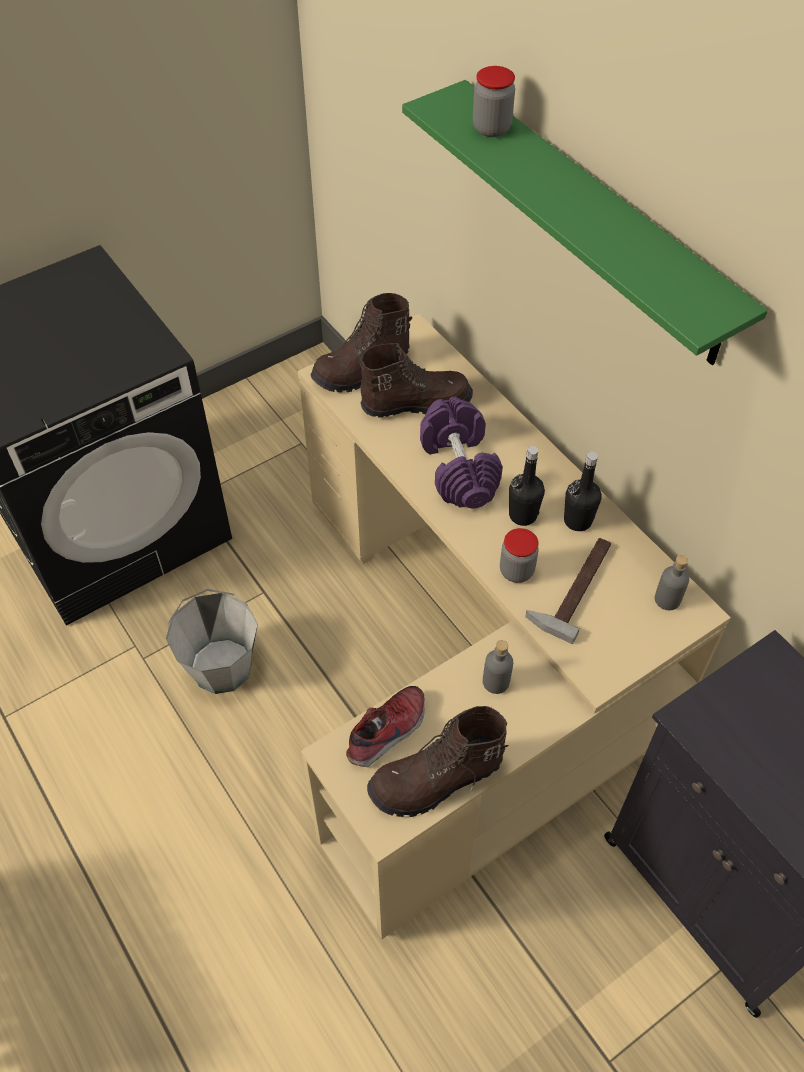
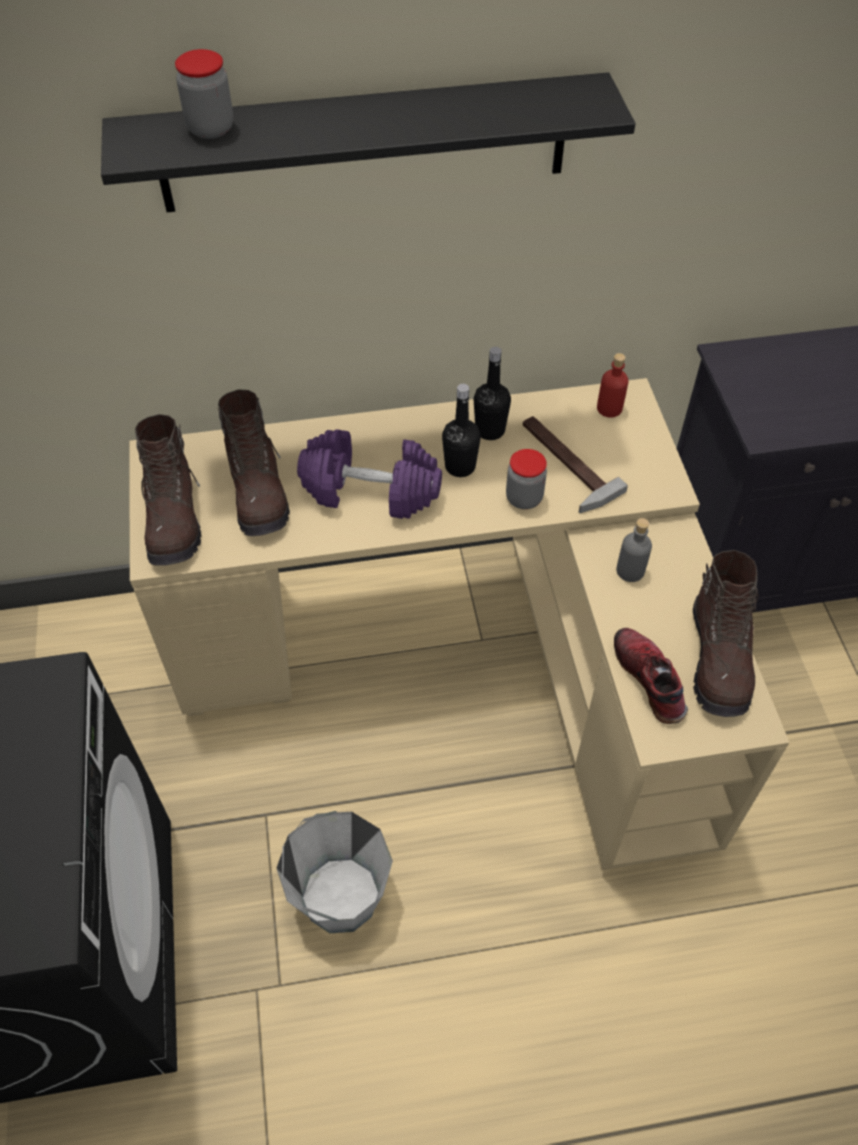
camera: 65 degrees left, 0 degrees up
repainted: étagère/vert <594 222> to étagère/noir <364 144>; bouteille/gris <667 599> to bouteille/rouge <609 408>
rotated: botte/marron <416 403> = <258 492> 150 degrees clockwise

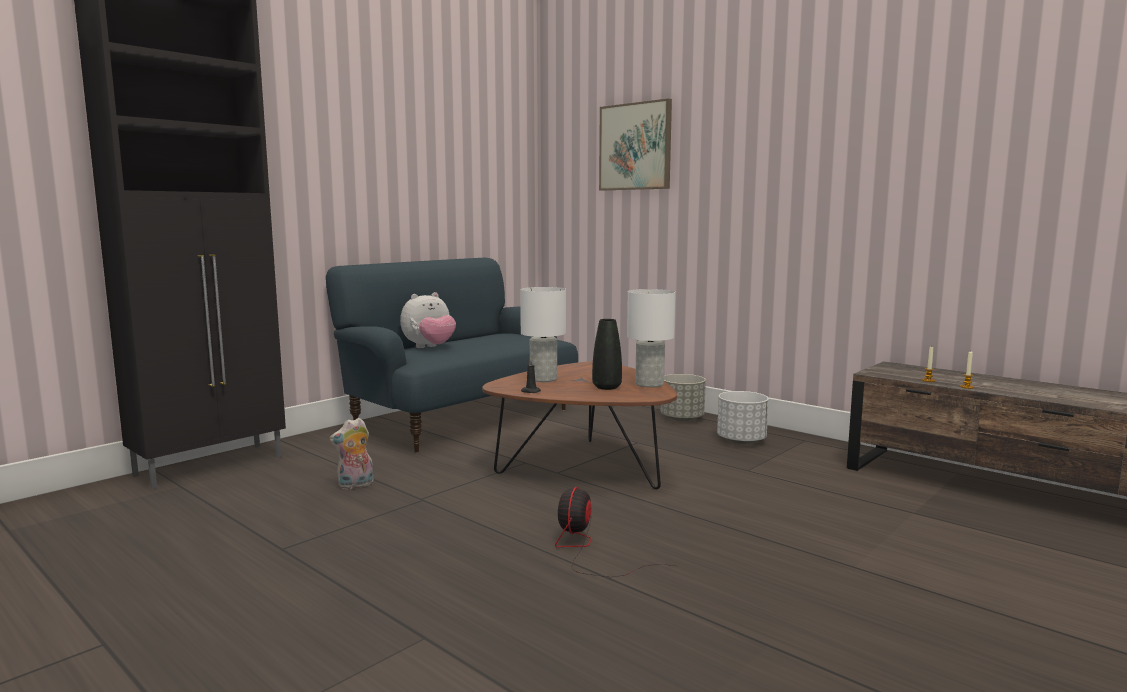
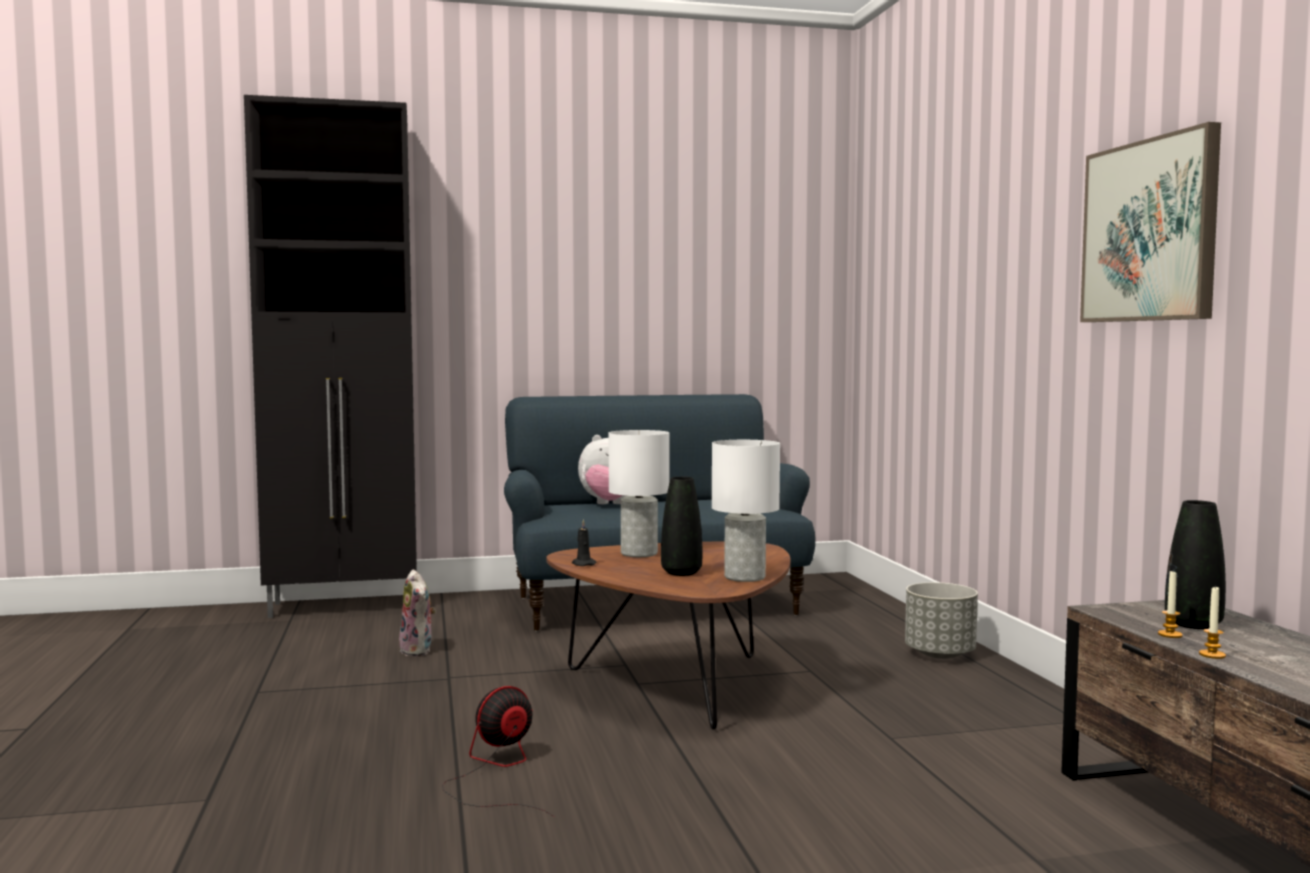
camera: 35 degrees right, 5 degrees down
gone: cache-pot/blanc <741 441>
new: vase/noir <1193 624>
shifted: tableau <635 147> to <1150 231>
rotated: peluche <355 485> = <419 651> 120 degrees counterclockwise

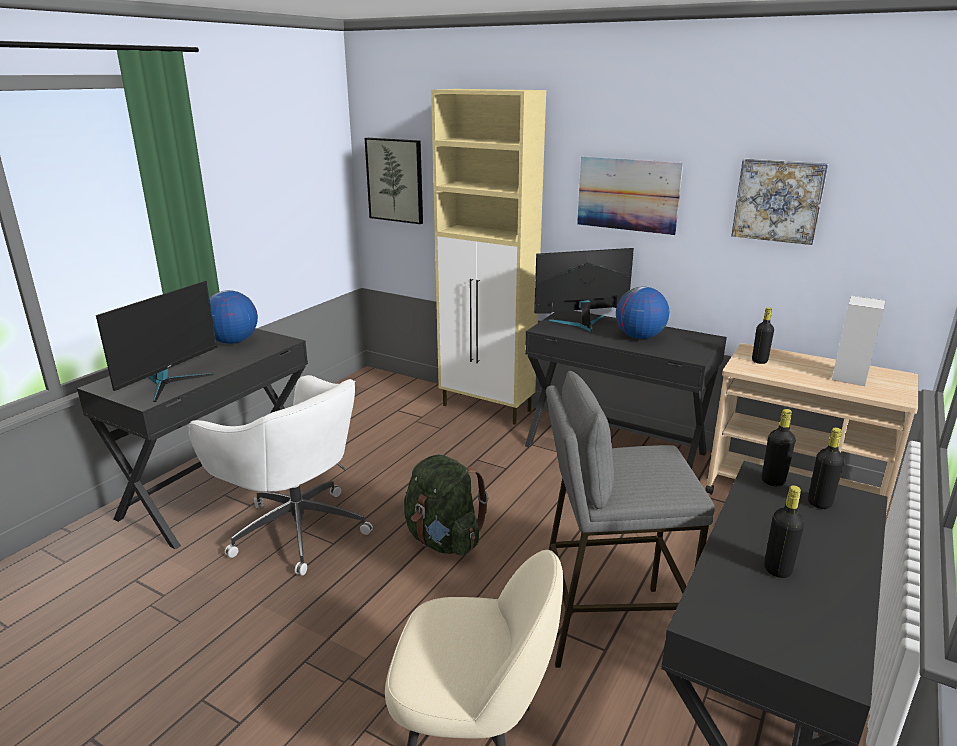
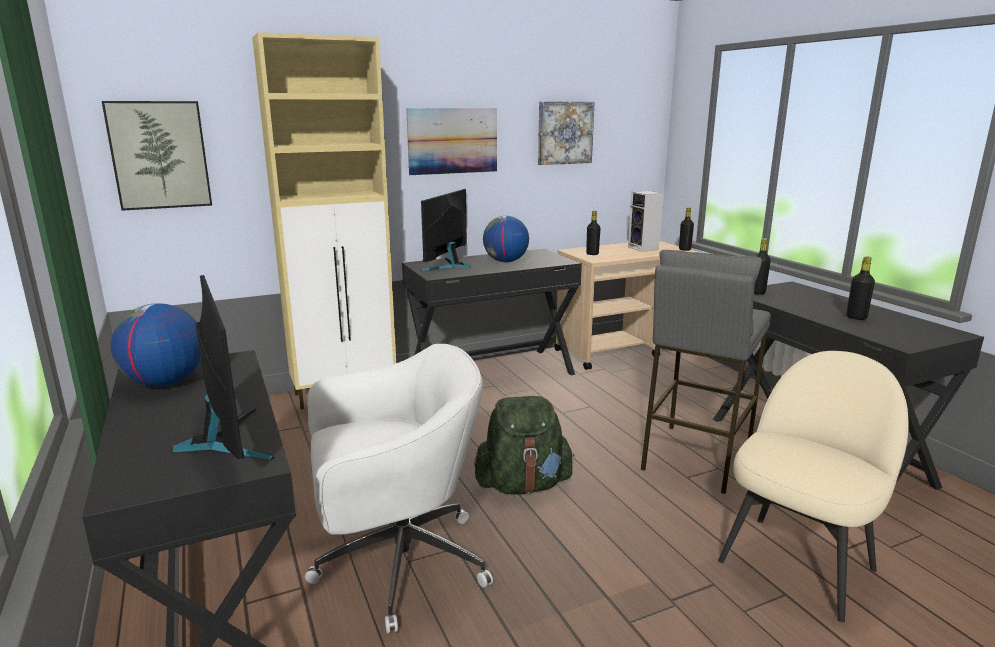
camera: 55 degrees left, 5 degrees down
shifted: bouteille/noir <819 503> to <684 249>

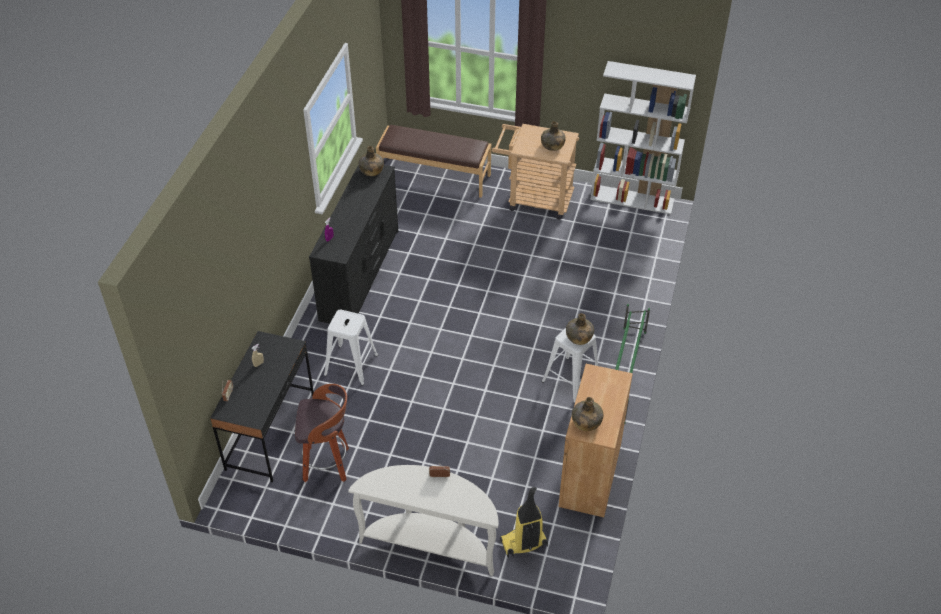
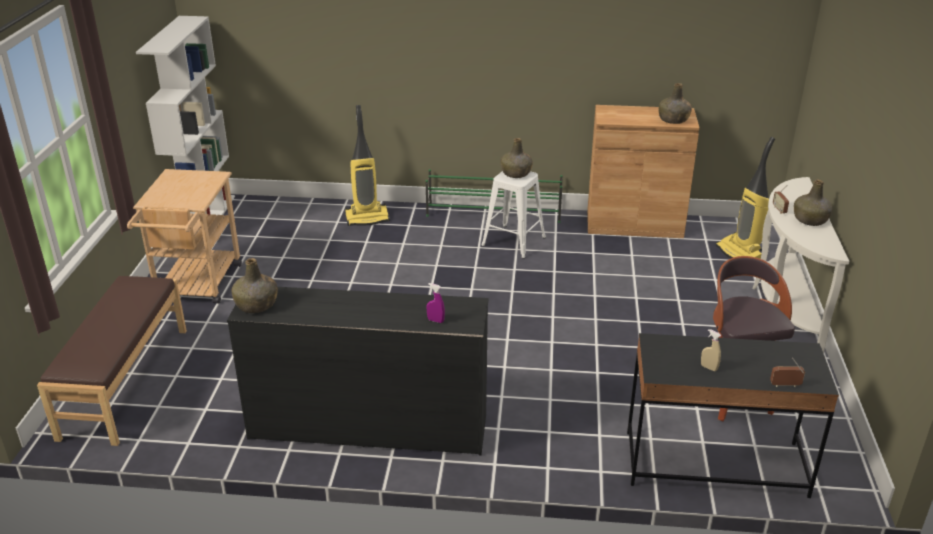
camera: 100 degrees left, 15 degrees down
gone: tabouret/blanc <351 365>
new: aspirateur <367 218>
shifted: bouteille/vert <552 145> to <810 220>

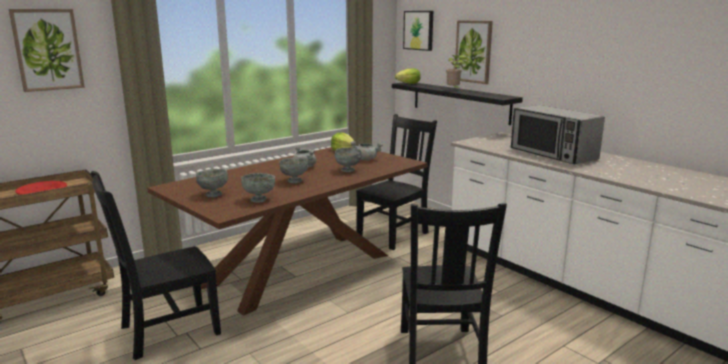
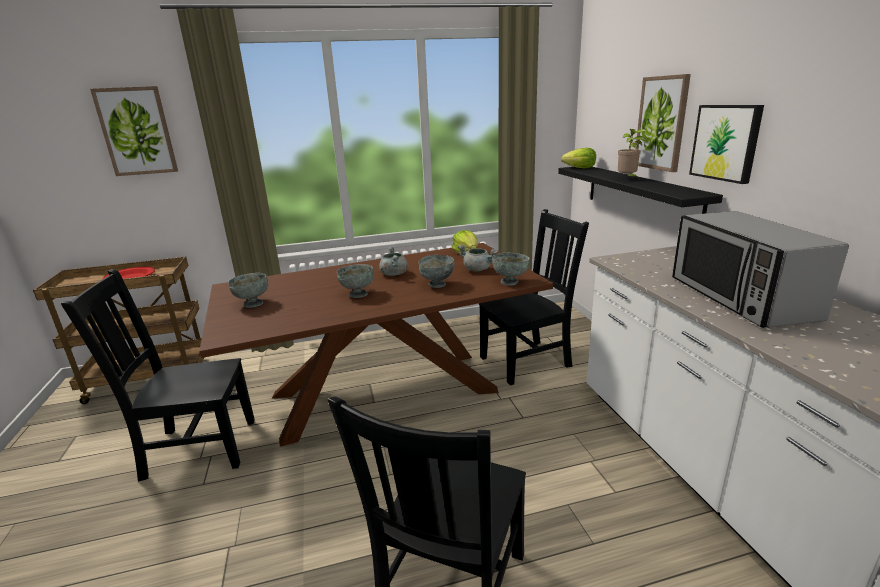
camera: 25 degrees right, 5 degrees up
shifted: tableau <419 30> to <726 142>; bol/gris <259 199> to <510 282>

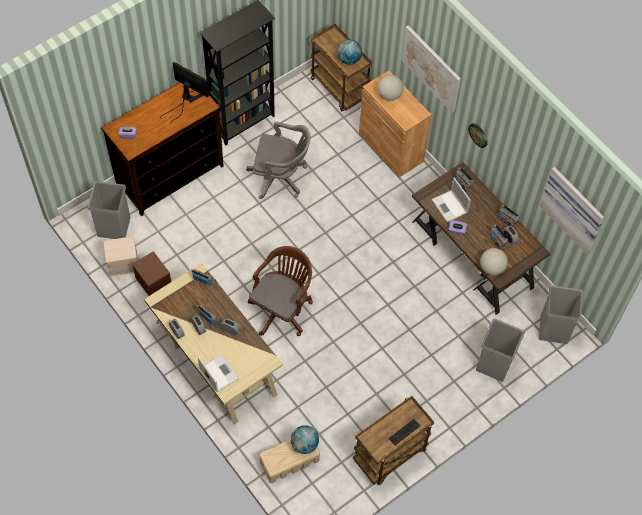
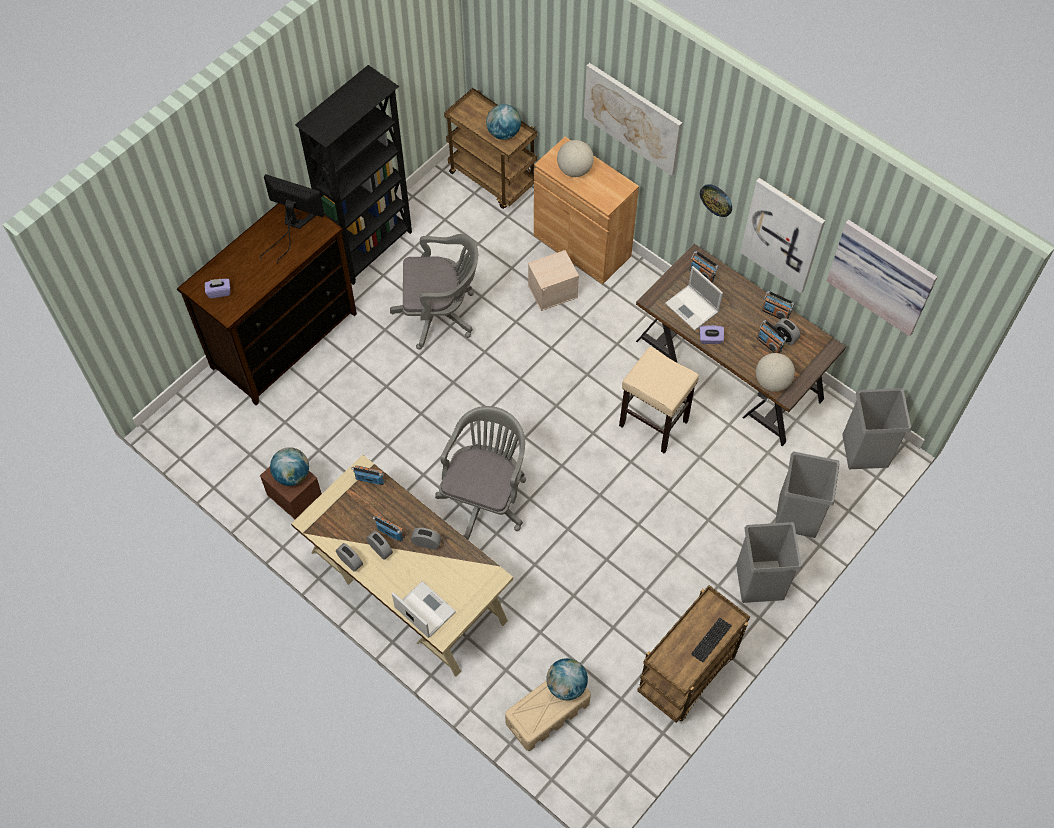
camera: 10 degrees left, 0 degrees up
new: tableau <782 235>; tabouret/beige <652 423>; globe <292 475>
shifted: poubelle/gris <113 226> to <759 581>; boîte de rangement/beige <123 263> to <553 291>
repainted: chaise de bureau/marron <282 308> to chaise de bureau/gris <485 496>

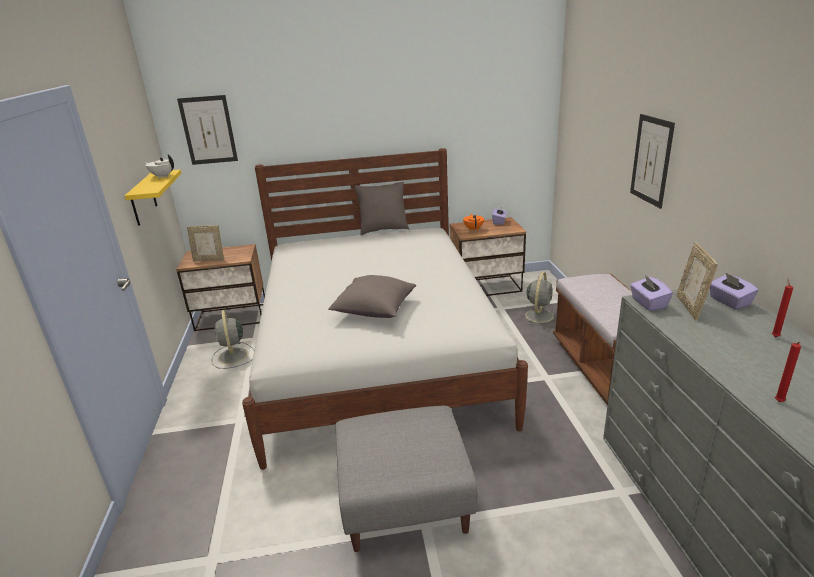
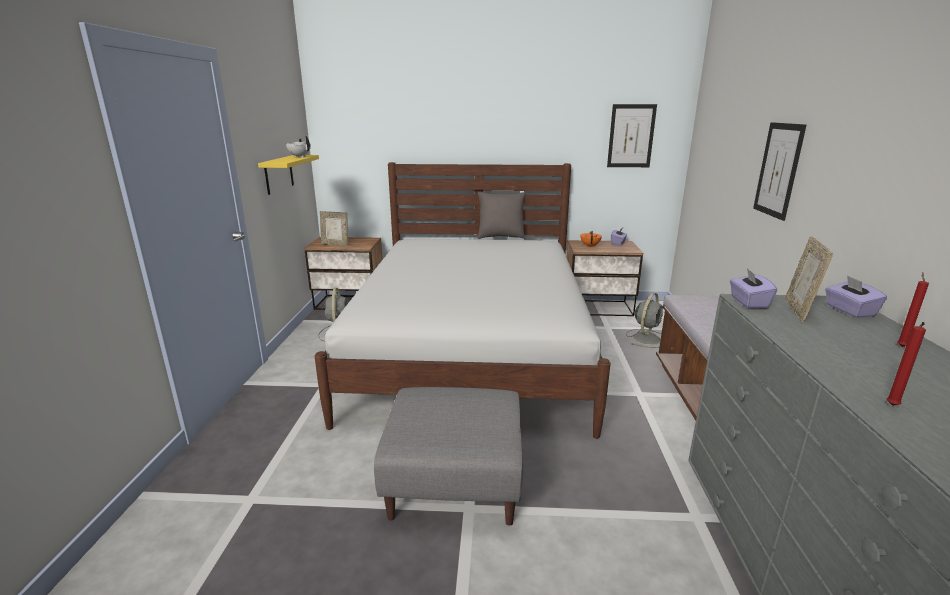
camera: 10 degrees right, 5 degrees down
gone: coussin/gris <374 310>
shifted: tableau <208 130> to <631 136>

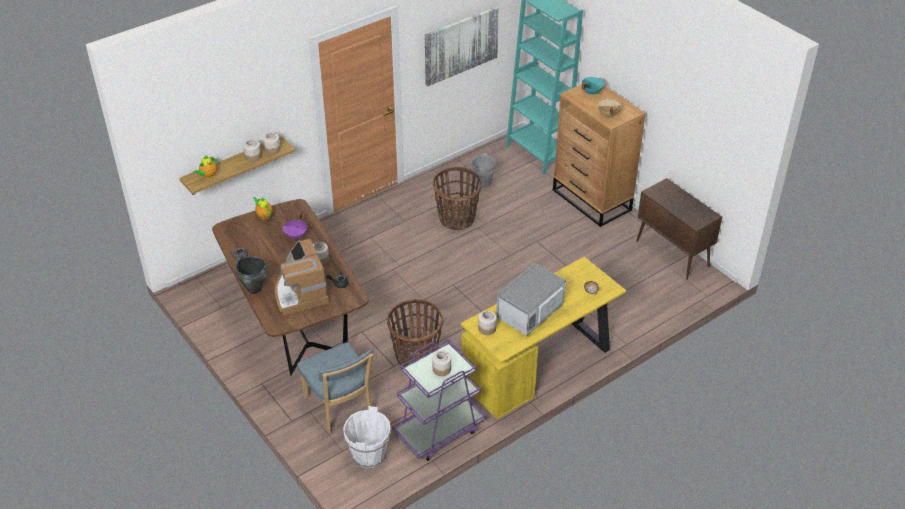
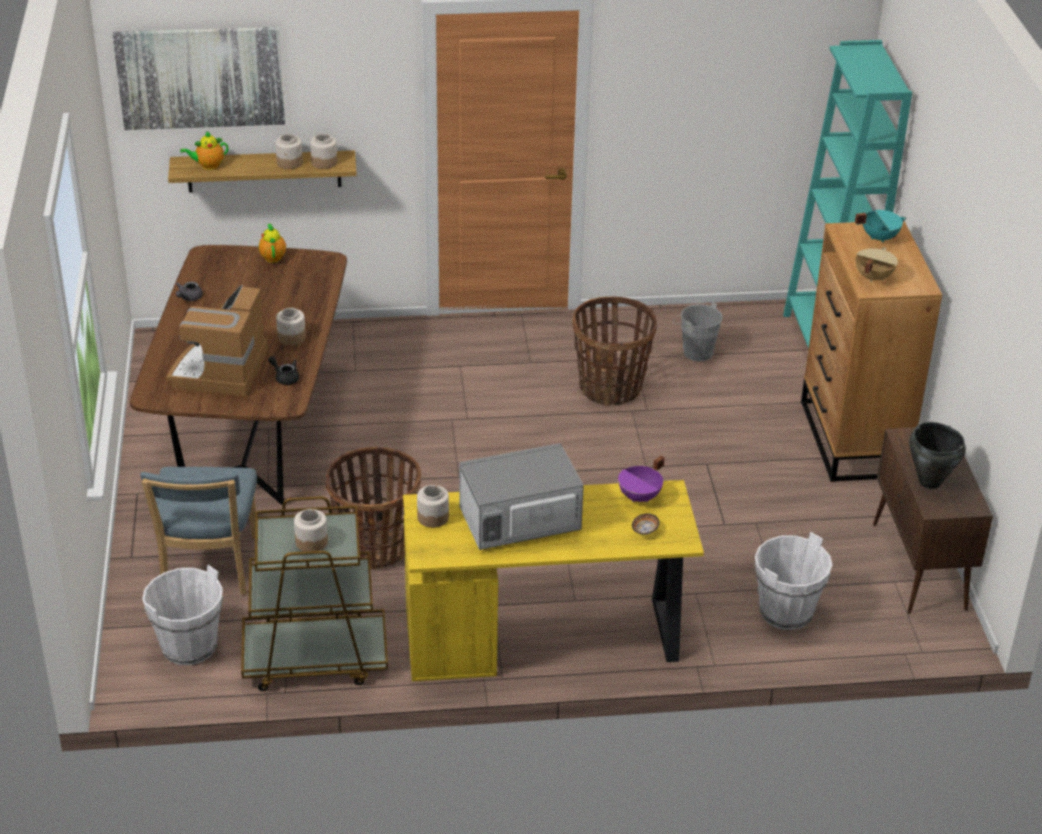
camera: 30 degrees right, 5 degrees down
new: seau/blanc <786 612>
shifted: tableau <461 45> to <200 77>; marmite/violet <296 236> to <640 497>; marmite/noir <254 289> to <929 481>
repainted: chariot/violet <439 430> to chariot/marron <314 658>

